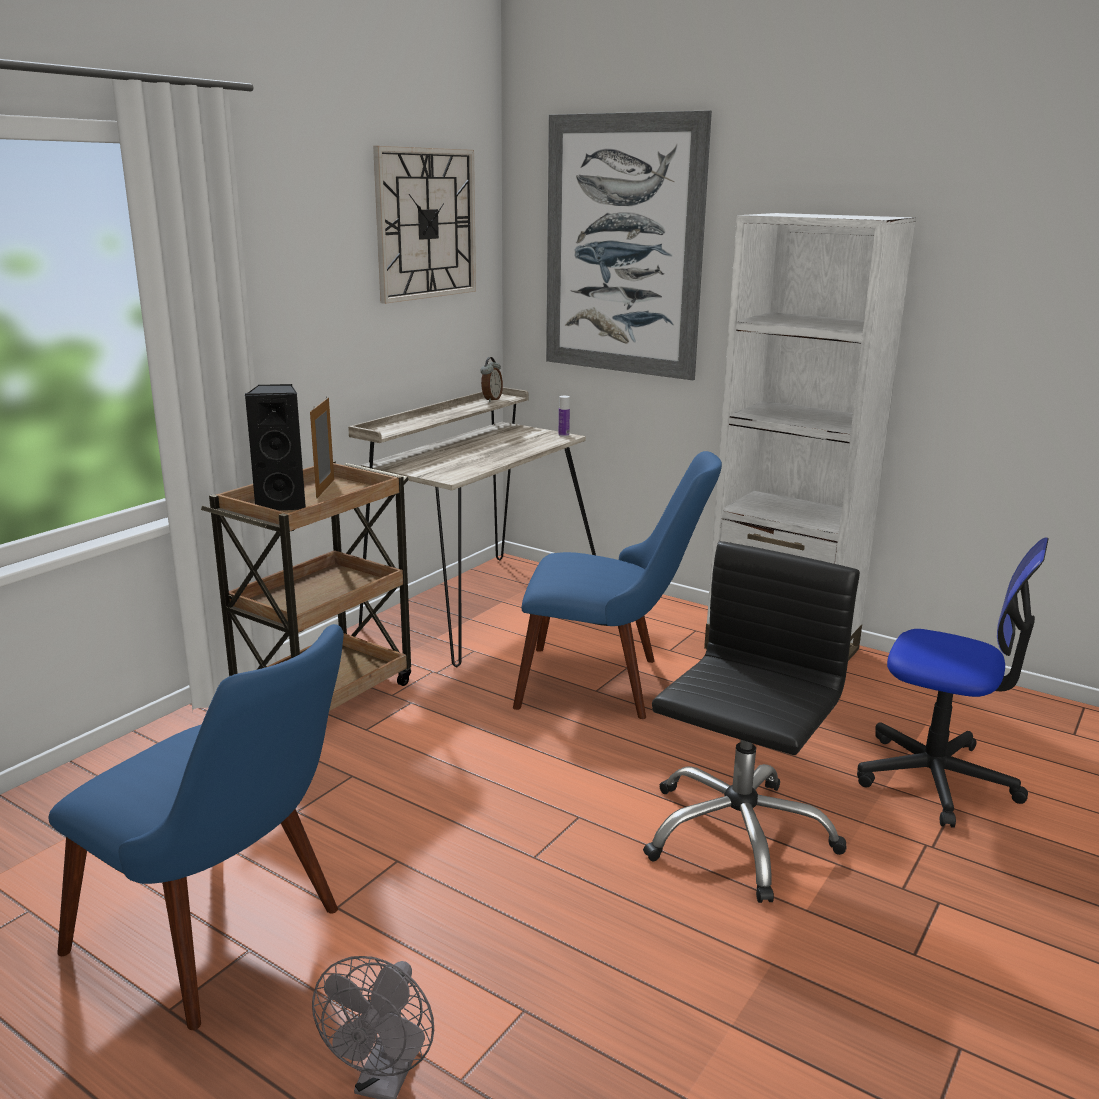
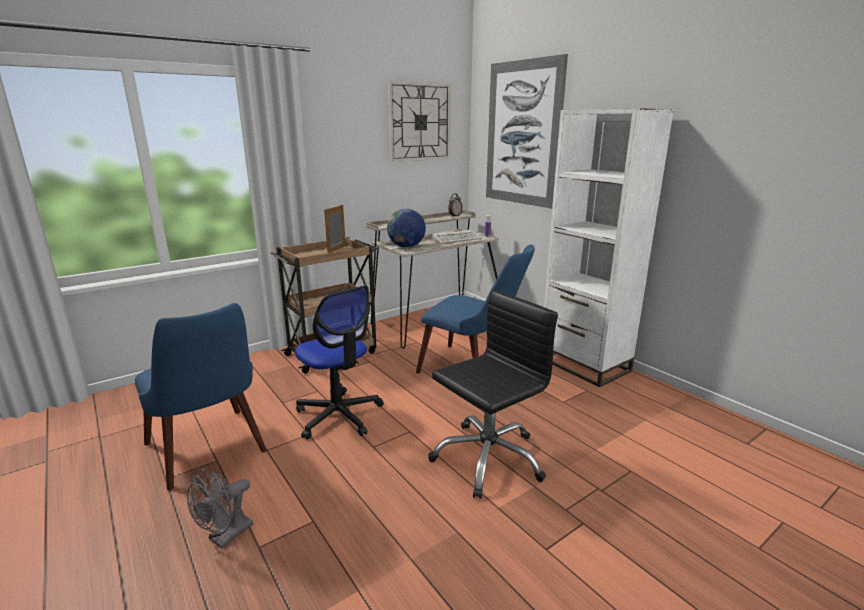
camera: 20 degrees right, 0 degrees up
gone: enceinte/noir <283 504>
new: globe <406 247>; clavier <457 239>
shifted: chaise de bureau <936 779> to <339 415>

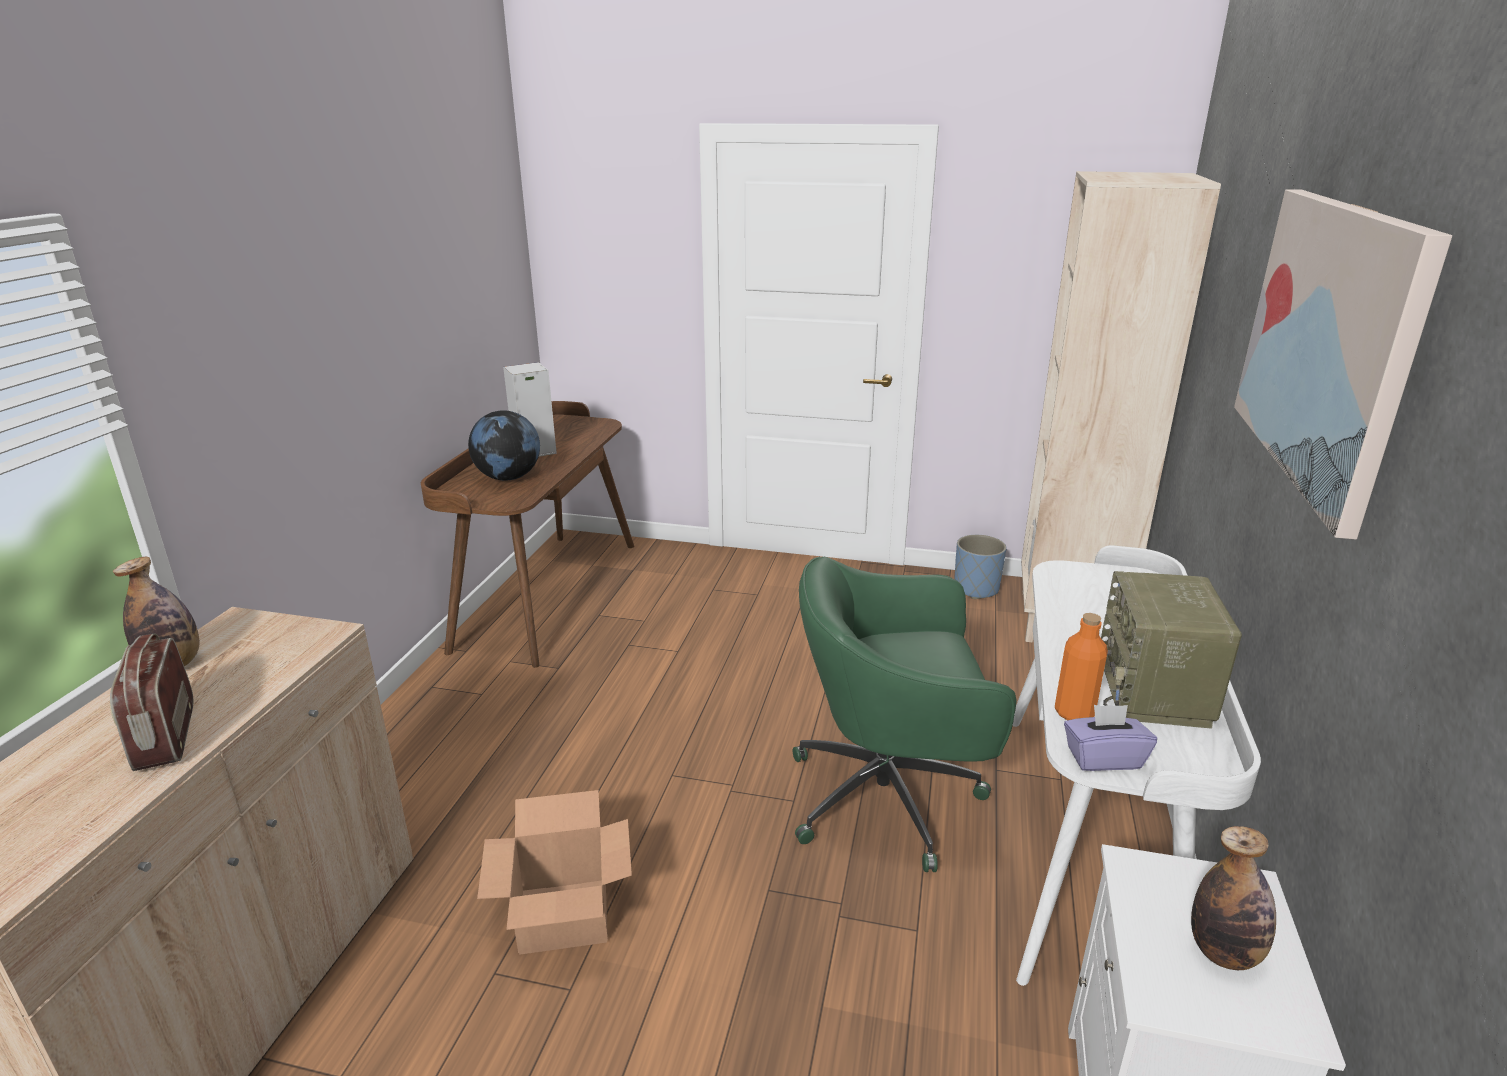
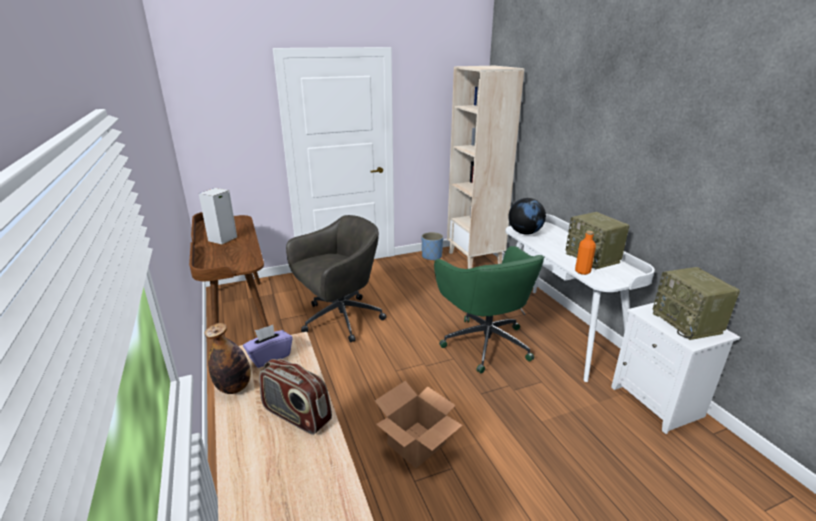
camera: 35 degrees left, 0 degrees up
gone: tableau <1328 343>
new: chaise de bureau/gris <339 319>
shifted: globe <508 478> to <525 233>; boîte à mouchoirs/violet <1103 758> to <269 356>
swapped: bouteille <1223 952> to radio <688 323>
rotated: chaise de bureau/vert <890 797> = <485 342> 75 degrees counterclockwise

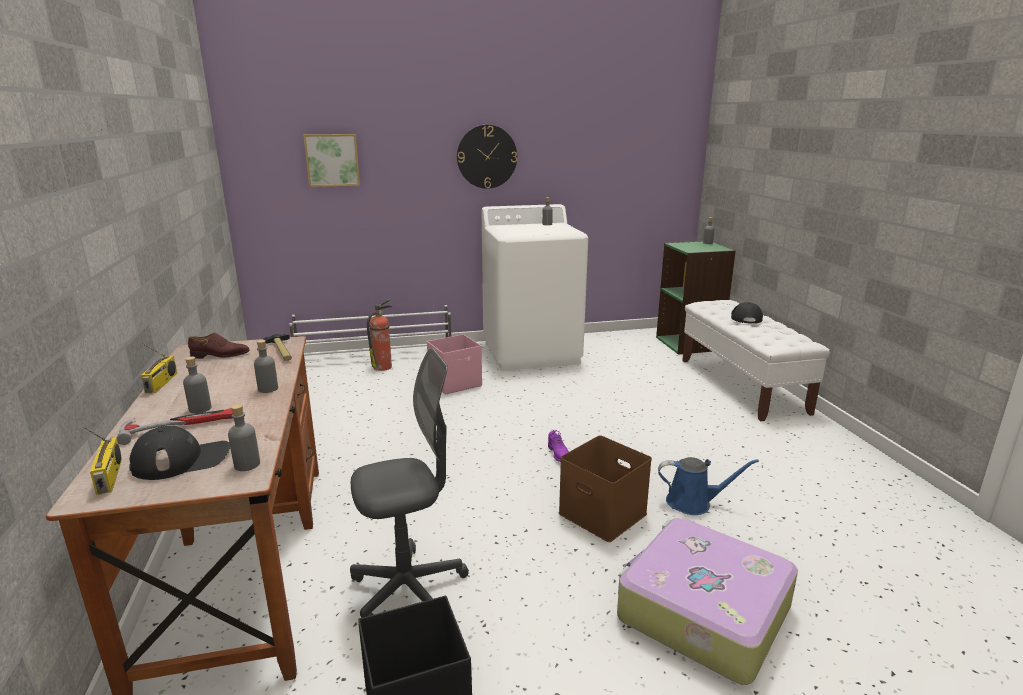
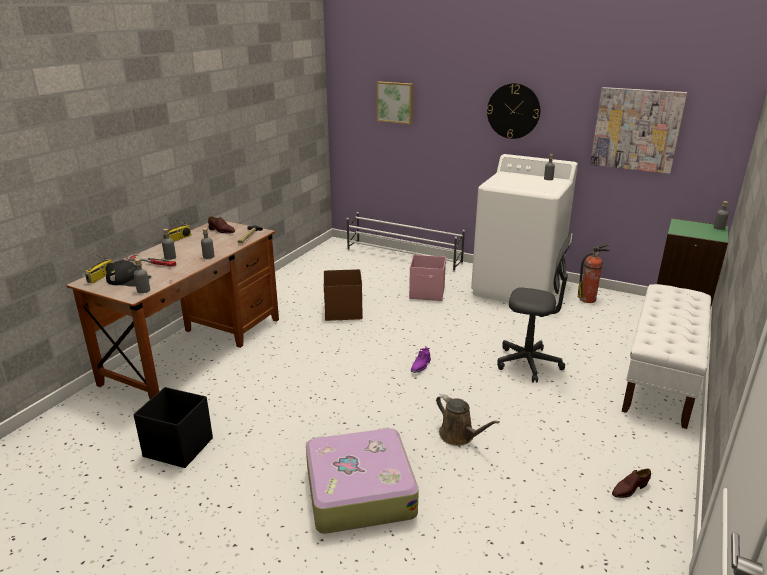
camera: 40 degrees right, 5 degrees up
gone: casquette/noir <745 317>
new: tableau <636 129>; chaussure/marron <629 489>
shifted: extincteur <383 367> to <588 299>; chaise de bureau/gris <408 590> to <528 363>; boîte de rangement/marron <604 513> to <344 311>
repainted: arrosoir/bleu <693 502> to arrosoir/marron <459 436>

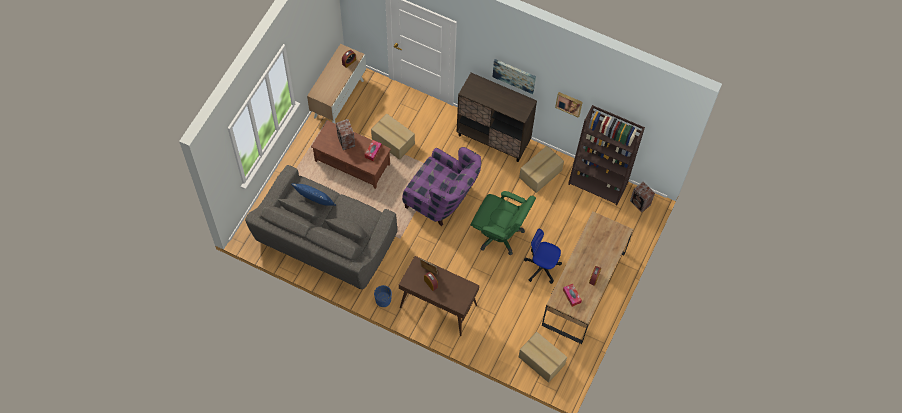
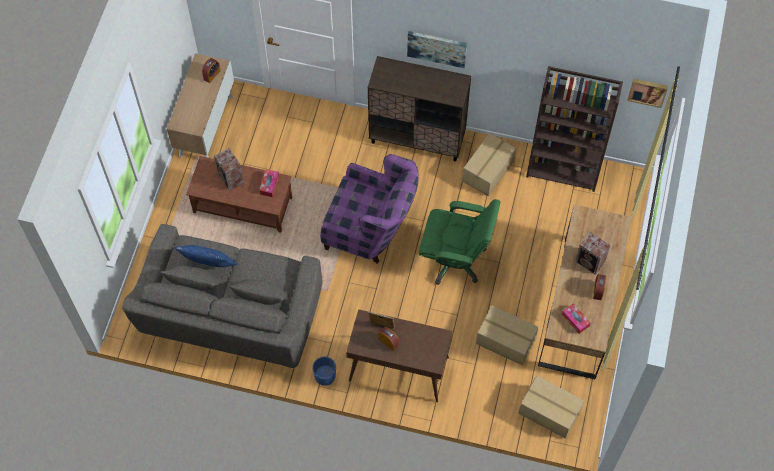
camera: 10 degrees left, 0 degrees up
gone: chaise de bureau <542 267>
shifted: tableau <569 103> to <647 91>; carton <393 142> to <505 341>; enceinte <640 203> to <590 262>

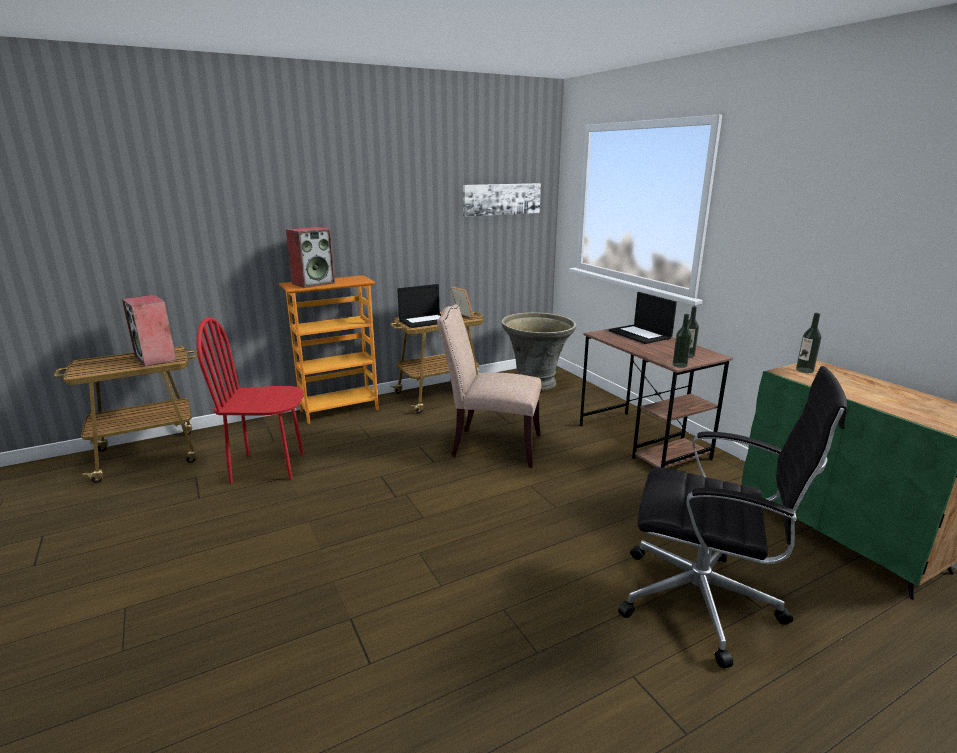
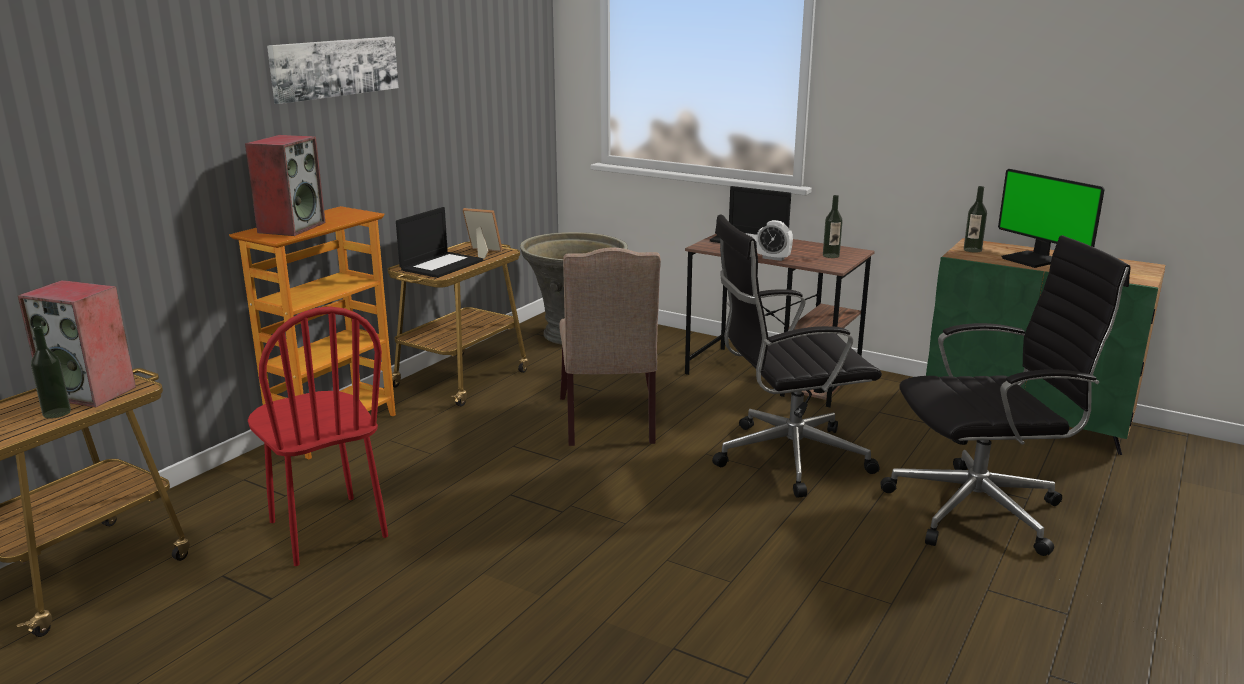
camera: 30 degrees left, 0 degrees up
new: écran d'ordinateur <1033 260>; chaise de bureau/noir <786 457>; réveil <773 258>
shifted: tableau <501 199> to <334 68>; bouteille <679 365> to <57 413>
rotated: chaise/beige <492 446> = <610 422> 75 degrees counterclockwise; chaise/rouge <268 467> = <326 529> 90 degrees counterclockwise

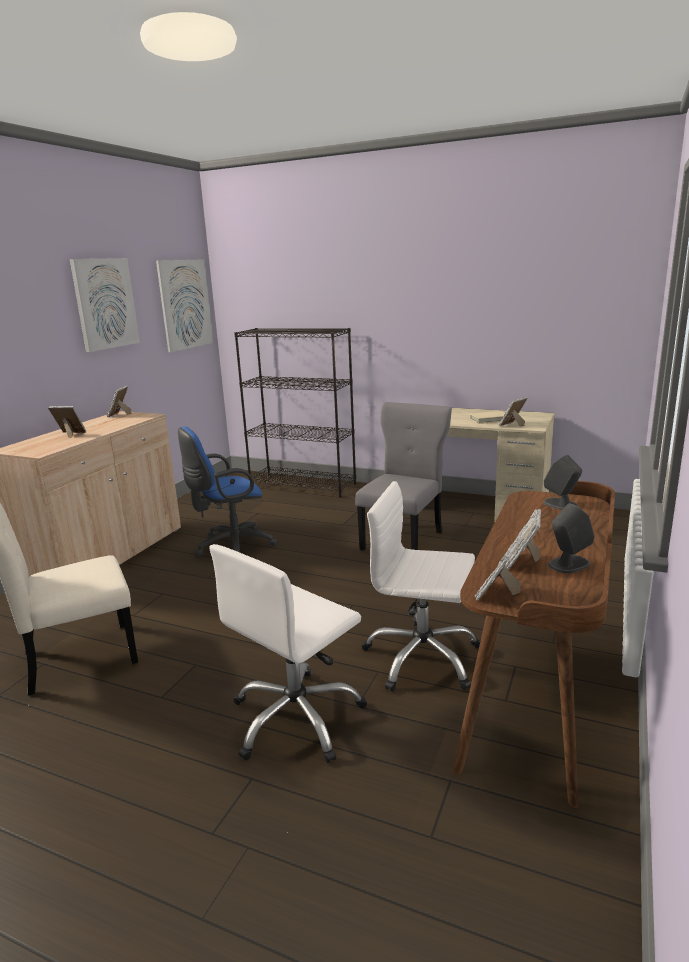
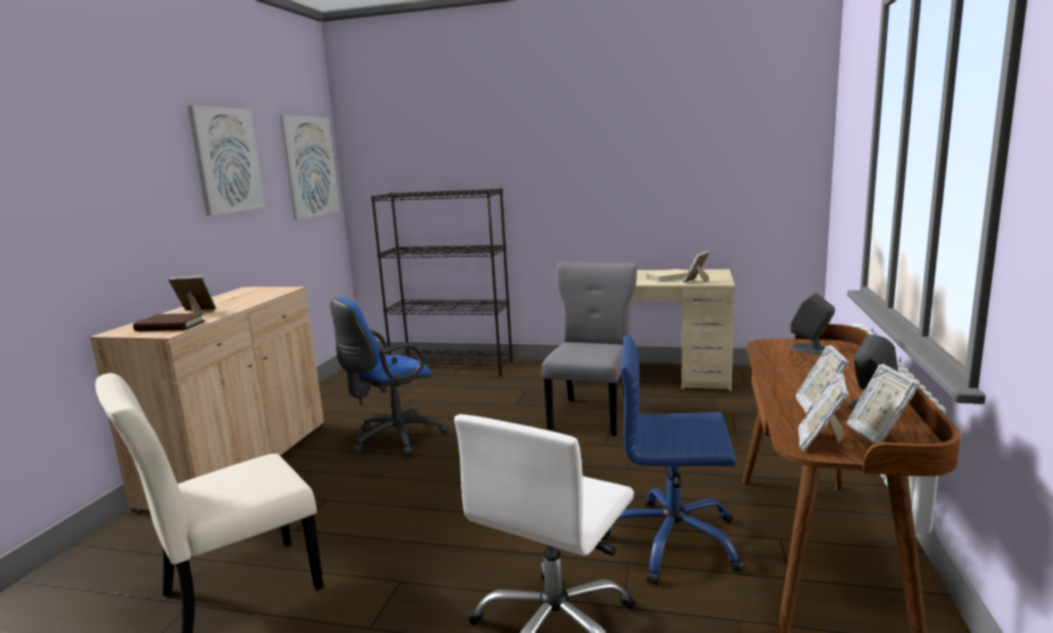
camera: 10 degrees left, 5 degrees down
new: livre/marron <170 326>
shifted: cadre photo <120 415> to <877 434>
repainted: chaise de bureau/blanc <422 658> to chaise de bureau/bleu <672 541>

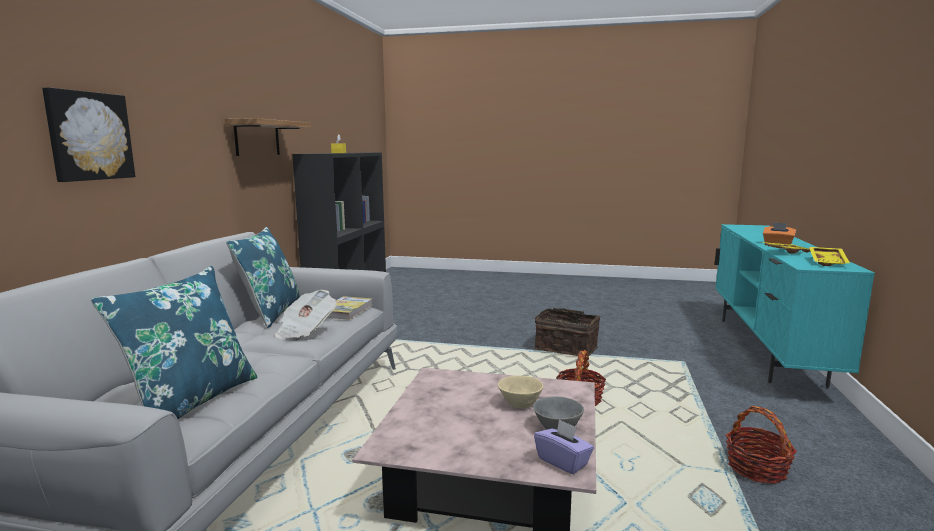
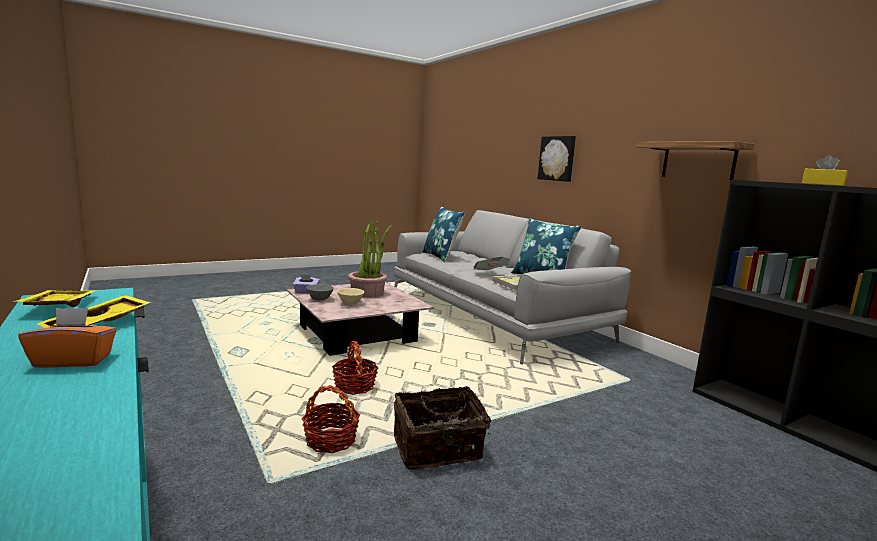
camera: 135 degrees right, 0 degrees up
new: plante en pot <367 293>
shifted: panier <757 468> to <330 440>

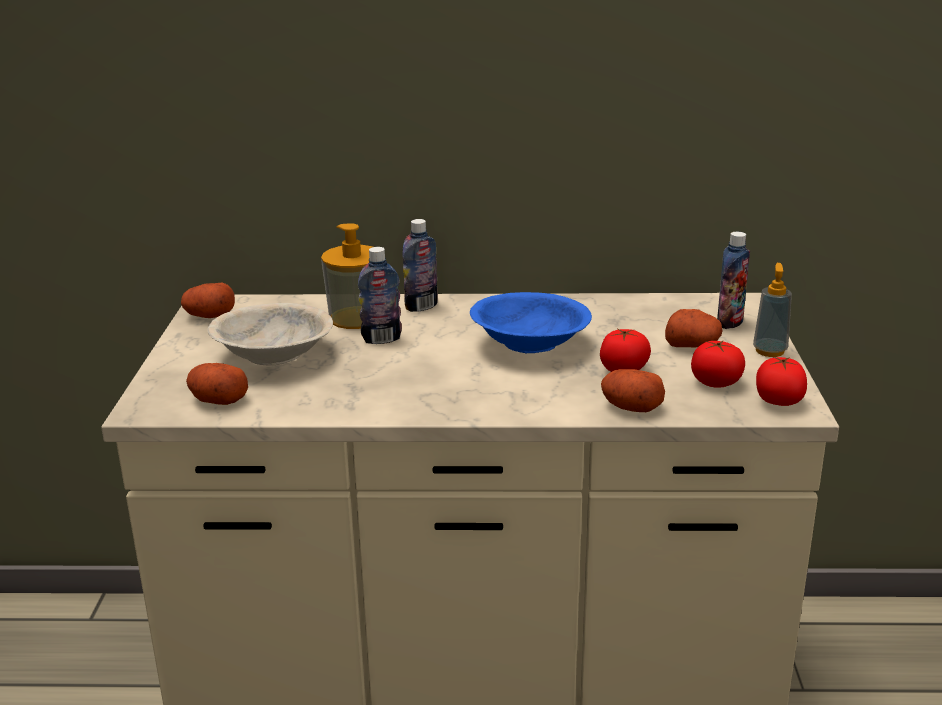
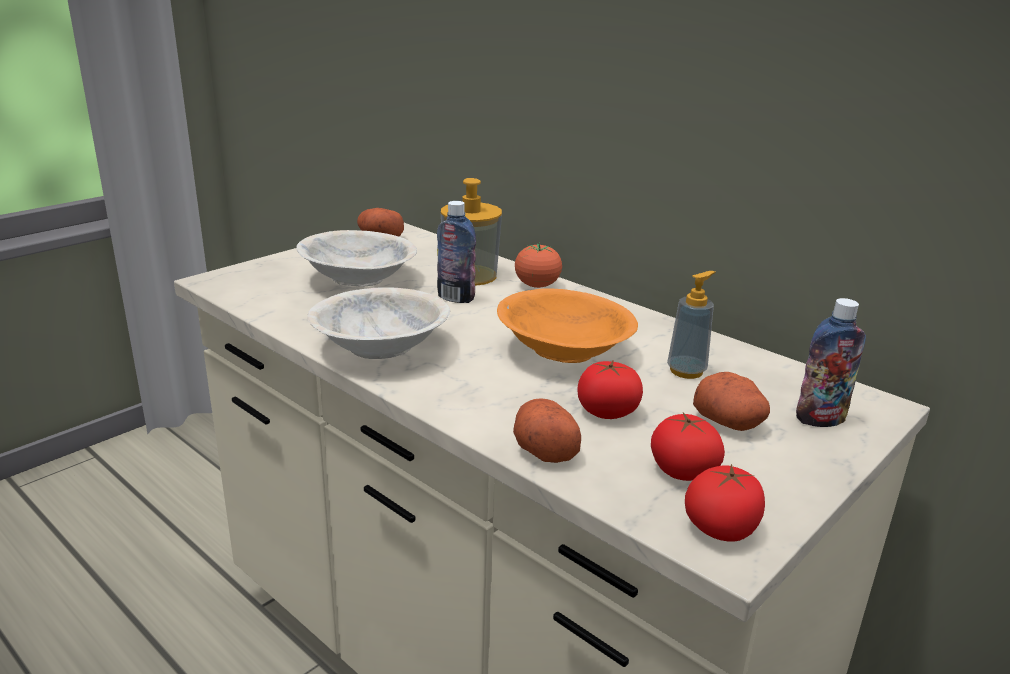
camera: 40 degrees right, 0 degrees up
gone: pomme de terre <217 400>
new: bol/beige <380 349>
shifted: distributeur de savon <769 351> to <686 371>
swapped: bouteille <421 306> to tomate <537 286>
repainted: bol/bleu <529 345> to bol/orange <563 352>

